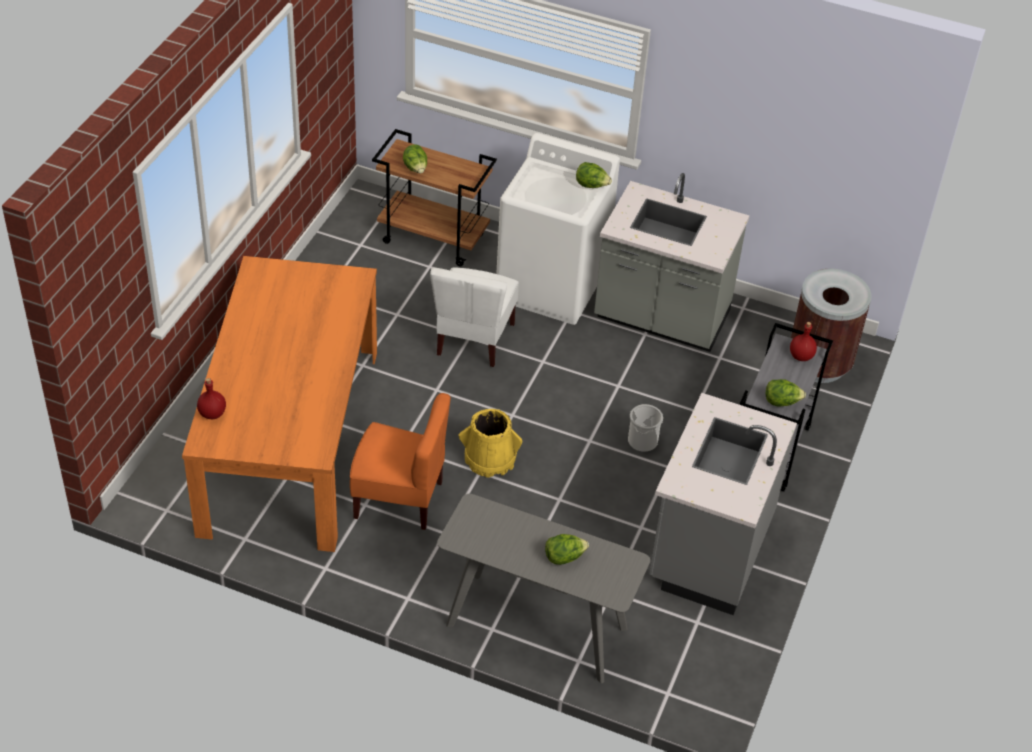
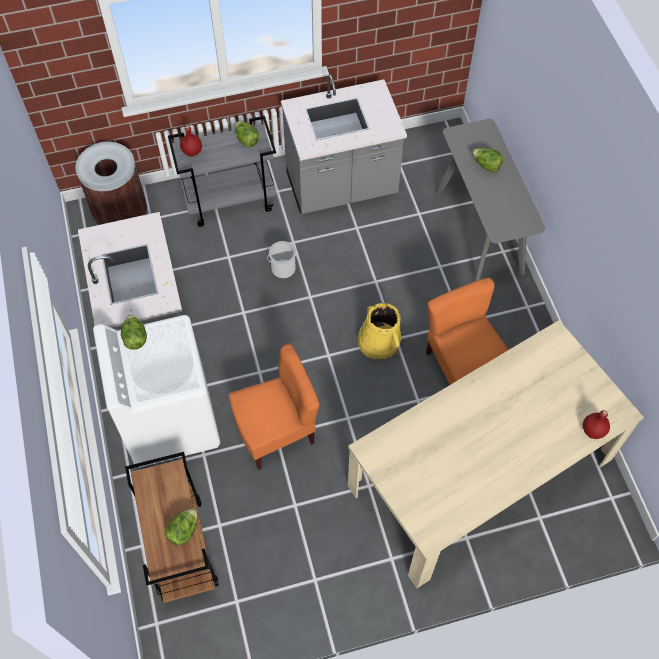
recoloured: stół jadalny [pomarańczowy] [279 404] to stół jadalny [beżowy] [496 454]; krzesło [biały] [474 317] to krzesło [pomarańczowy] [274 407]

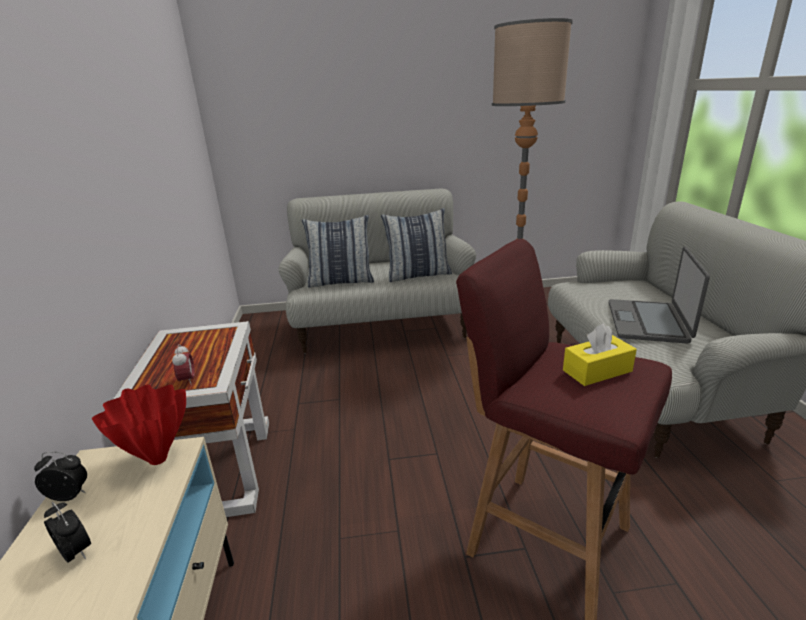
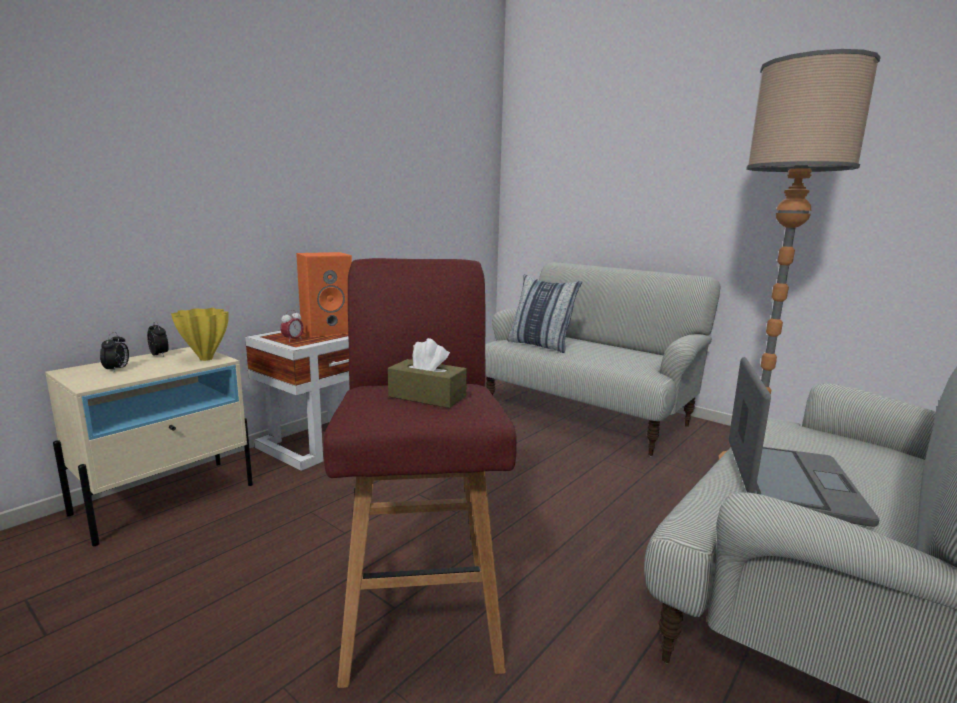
removed: poduszka [416 245]
added: głośnik [pomarańczowy] [324 295]
recoloured: wazon [czerwony] [139 425] to wazon [żółty] [200 334]; pudełko chusteczek [żółty] [600 354] to pudełko chusteczek [brązowy] [427 373]
turned: laptop [659 295] = [804 442] 135 degrees clockwise

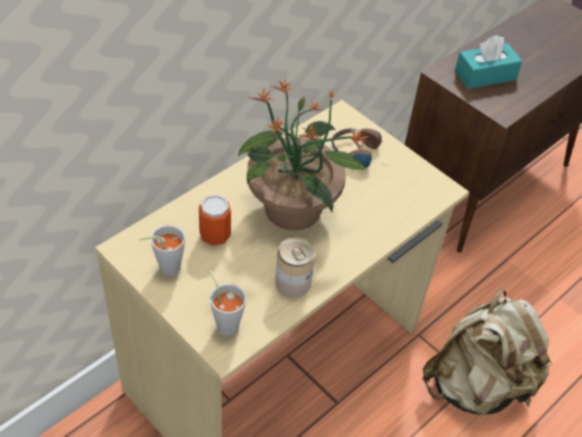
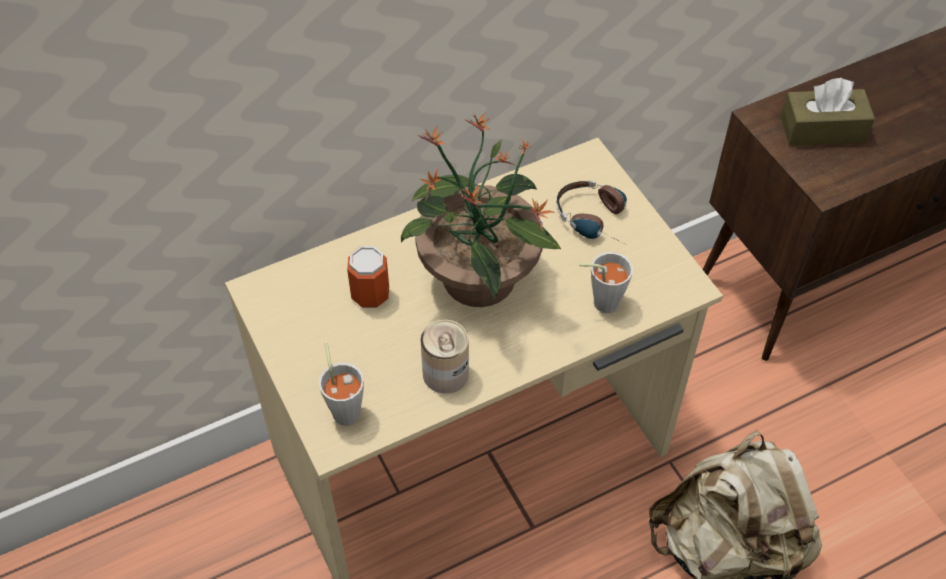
moved: filiżanka [szary] [162 250] to [606 282]
recoloured: pudełko chusteczek [turkusowy] [488 62] to pudełko chusteczek [brązowy] [827 112]

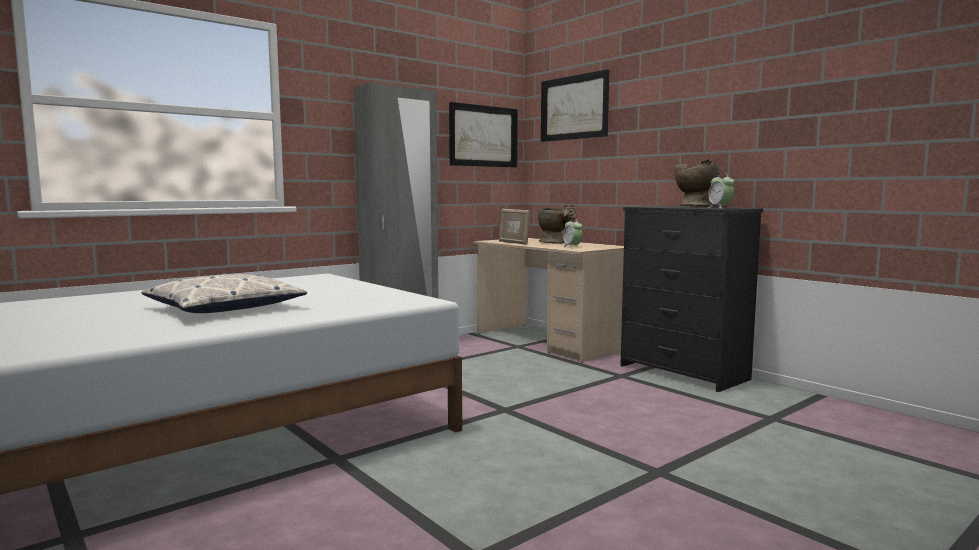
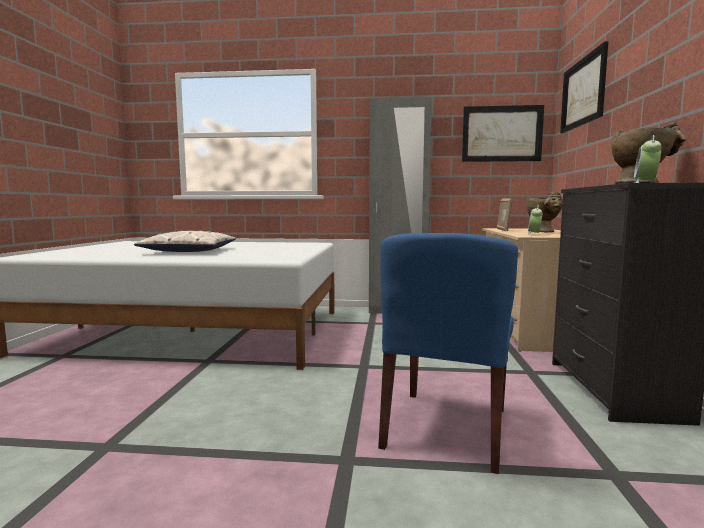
added: krzesło [niebieski] [448 353]

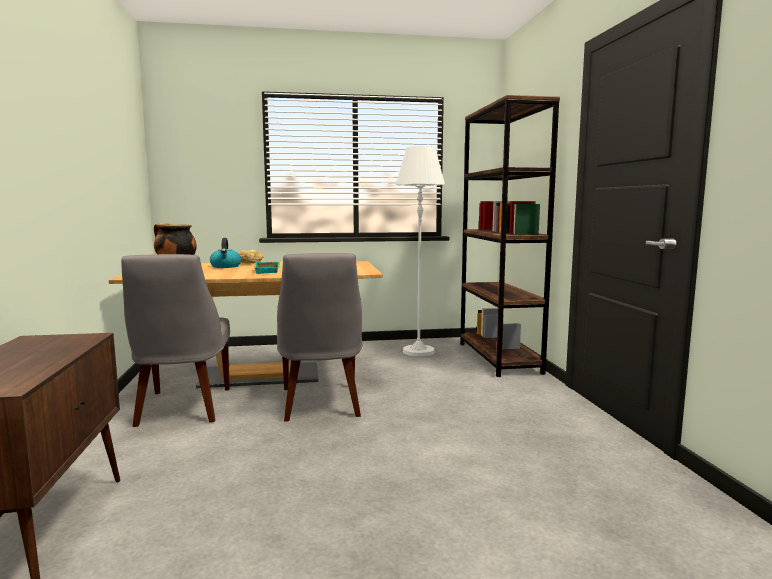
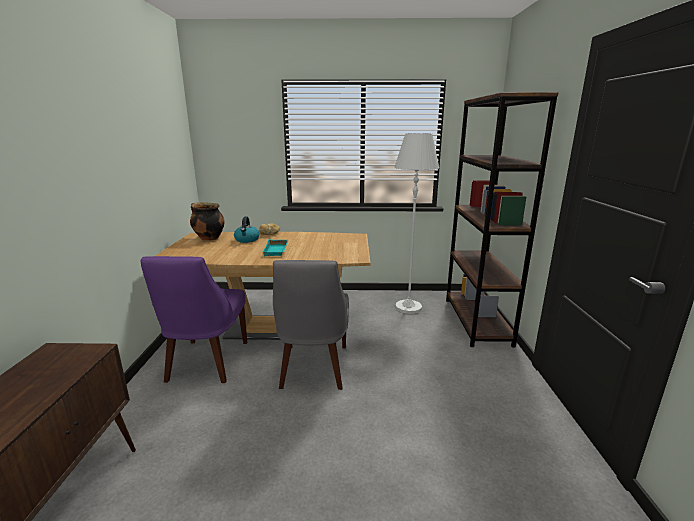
recoloured: krzesło [szary] [175 340] to krzesło [fioletowy] [193 319]

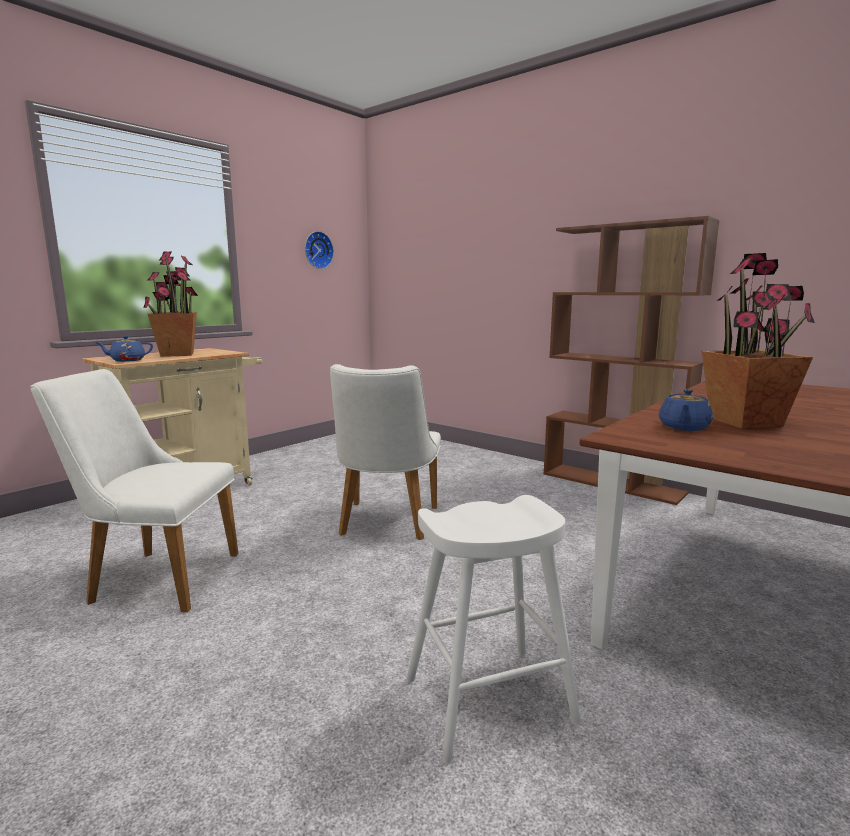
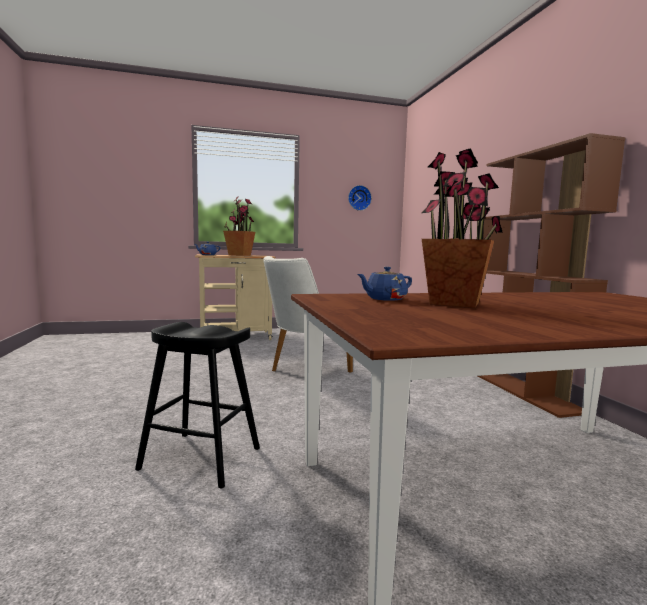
removed: krzesło [biały] [134 490]
recoloured: stołek [biały] [493 629] to stołek [czarny] [197 405]

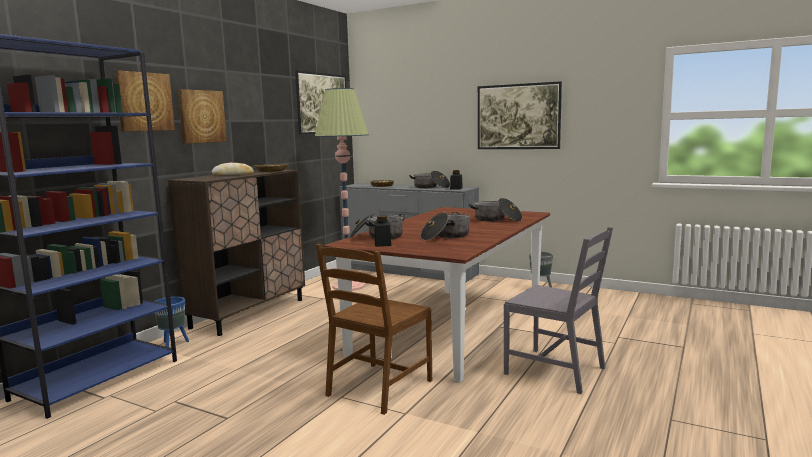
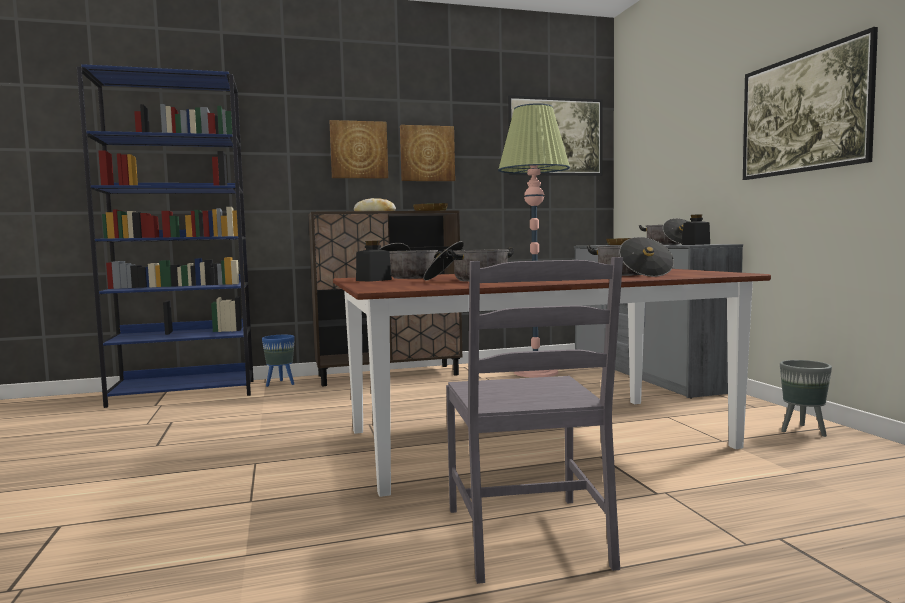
removed: krzesło [brązowy] [374 329]
moved: obraz [145 101] to [427 153]

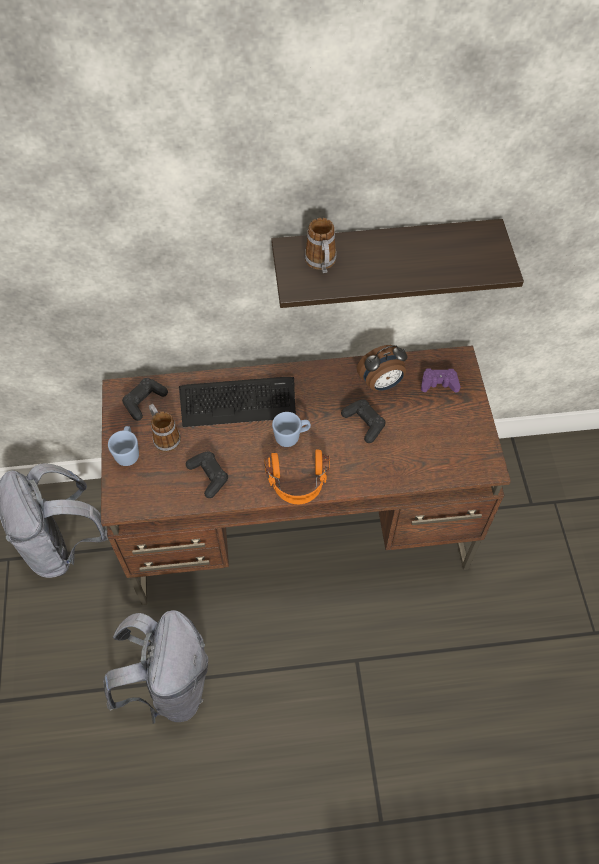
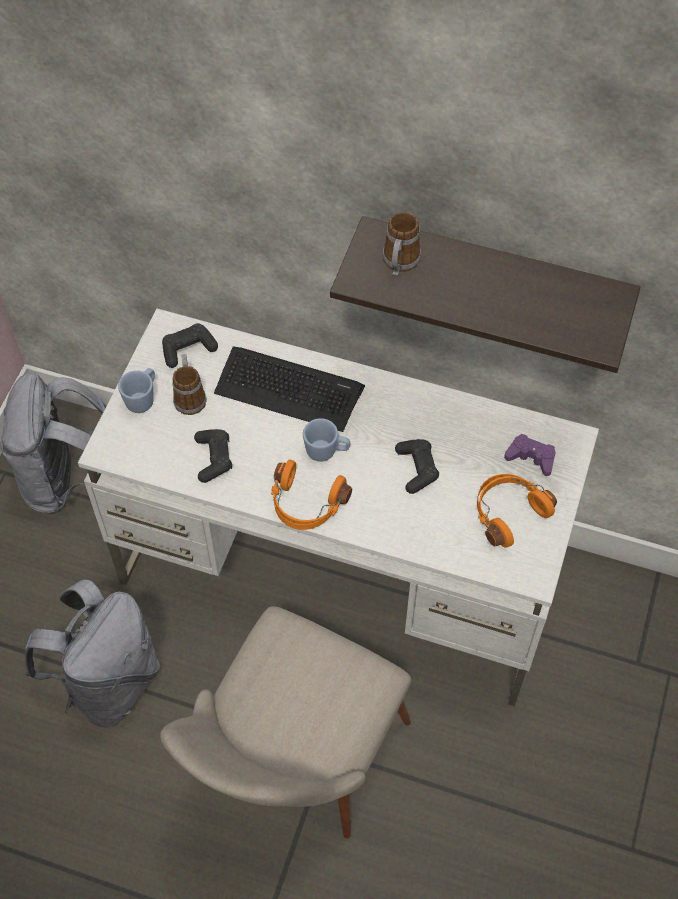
removed: budzik [382 368]
added: krzesło [beżowy] [286 722]; słuchawki [pomarańczowy] [517 511]
recoloured: biurko [brązowy] [306 475] to biurko [biały] [338 507]

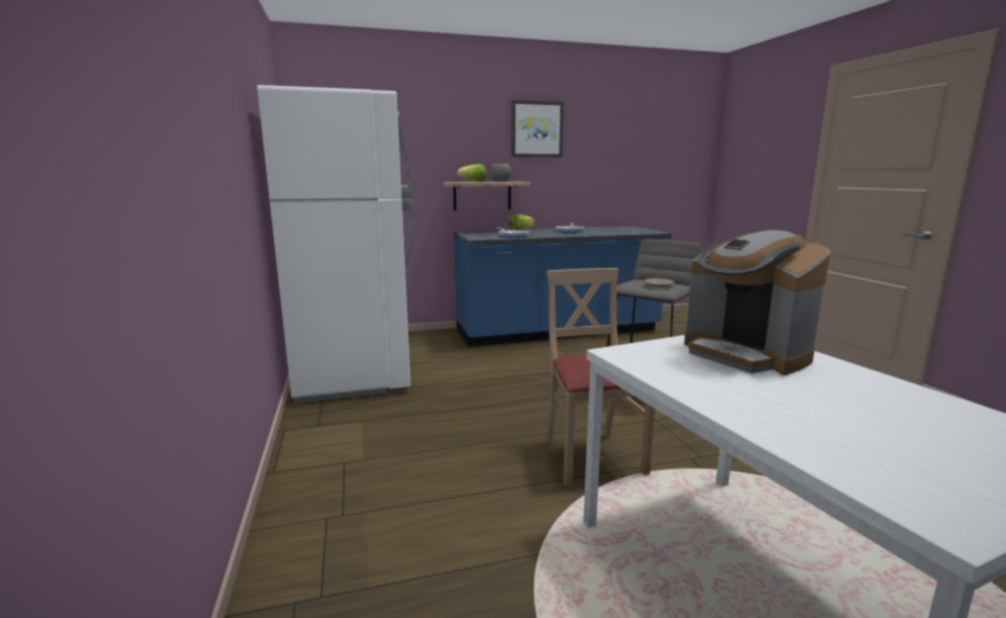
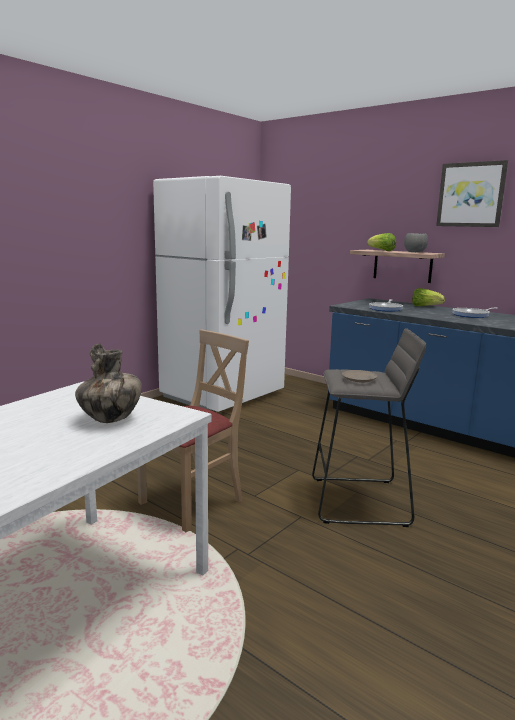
replaced: ekspres do kawy [757 302] to wazon [108 383]

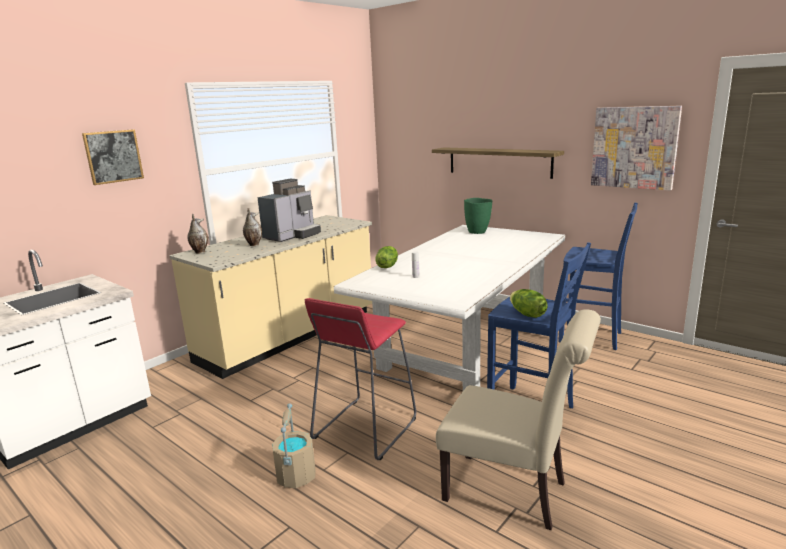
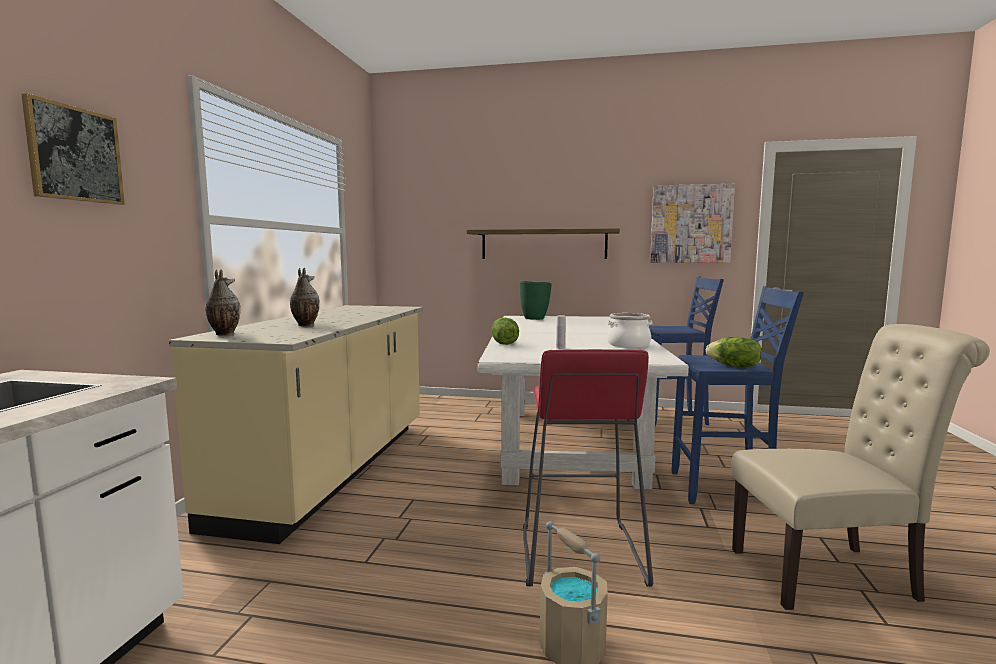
removed: ekspres do kawy [289 210]
added: garnek [629 330]

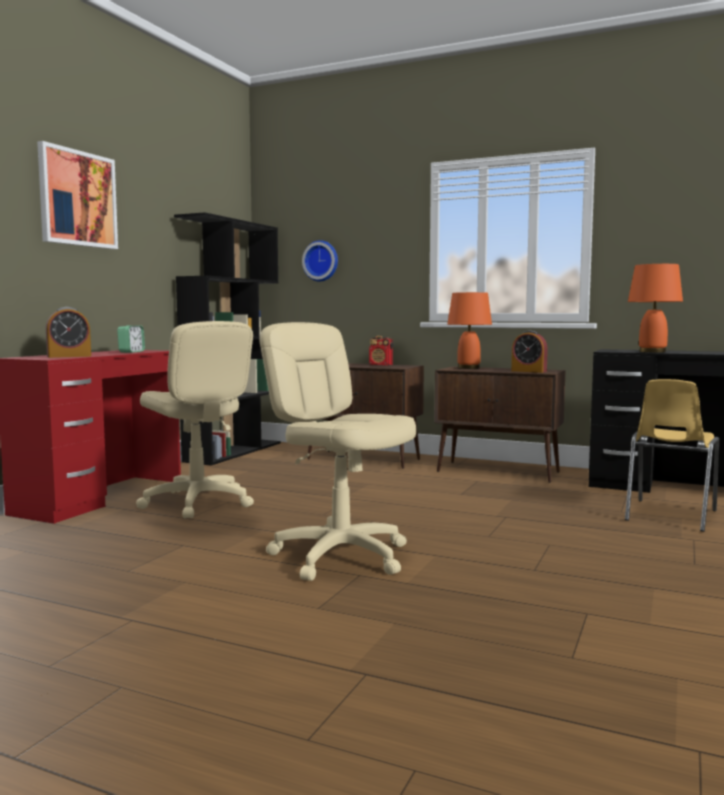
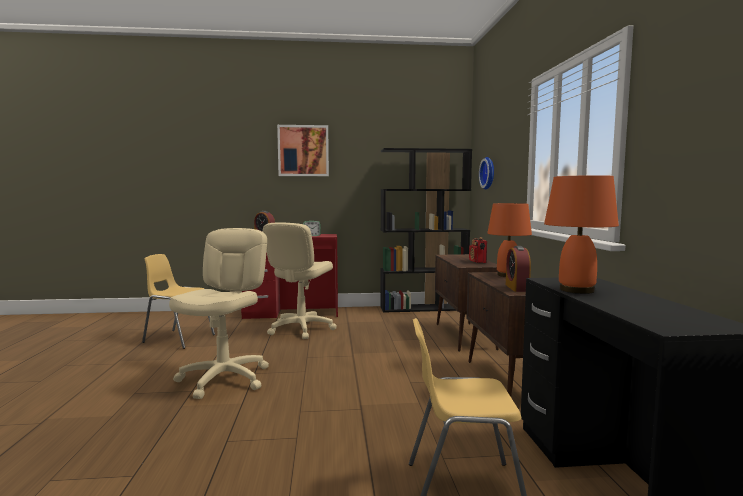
added: krzesło [żółty] [178 301]

